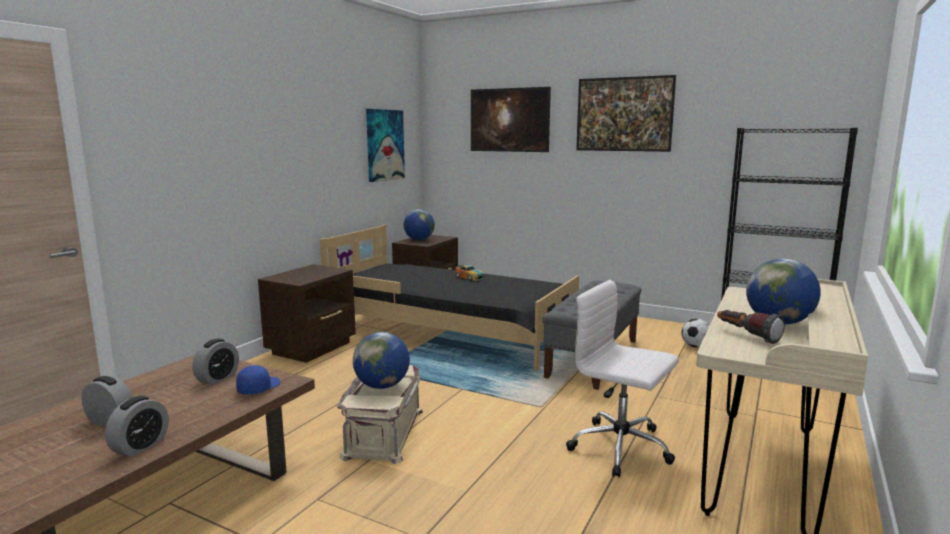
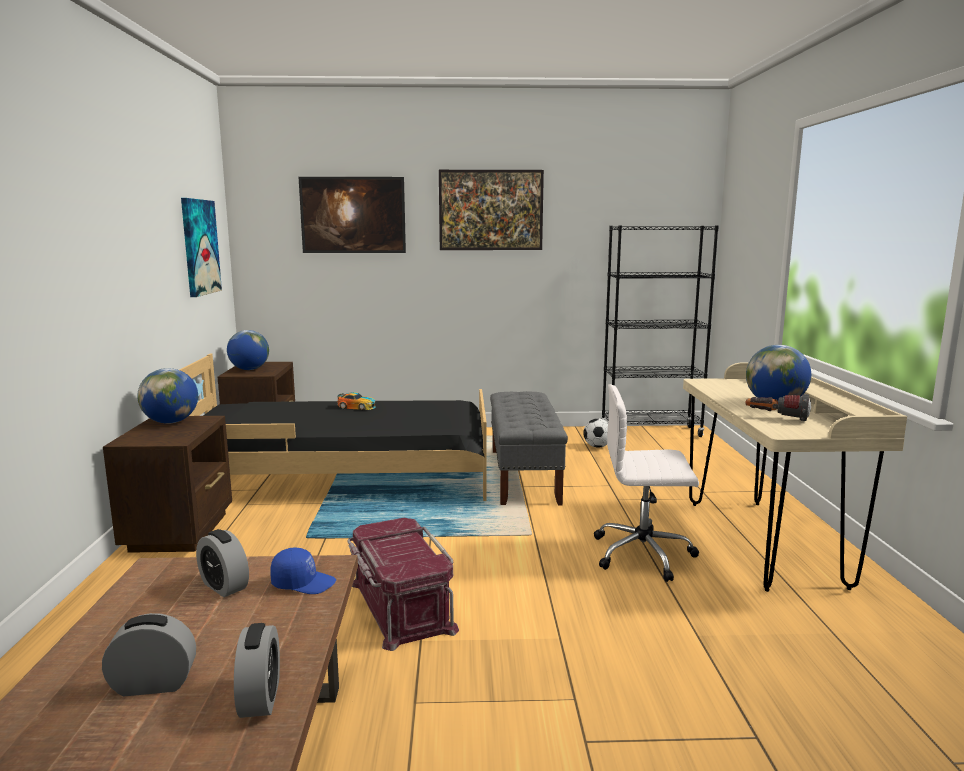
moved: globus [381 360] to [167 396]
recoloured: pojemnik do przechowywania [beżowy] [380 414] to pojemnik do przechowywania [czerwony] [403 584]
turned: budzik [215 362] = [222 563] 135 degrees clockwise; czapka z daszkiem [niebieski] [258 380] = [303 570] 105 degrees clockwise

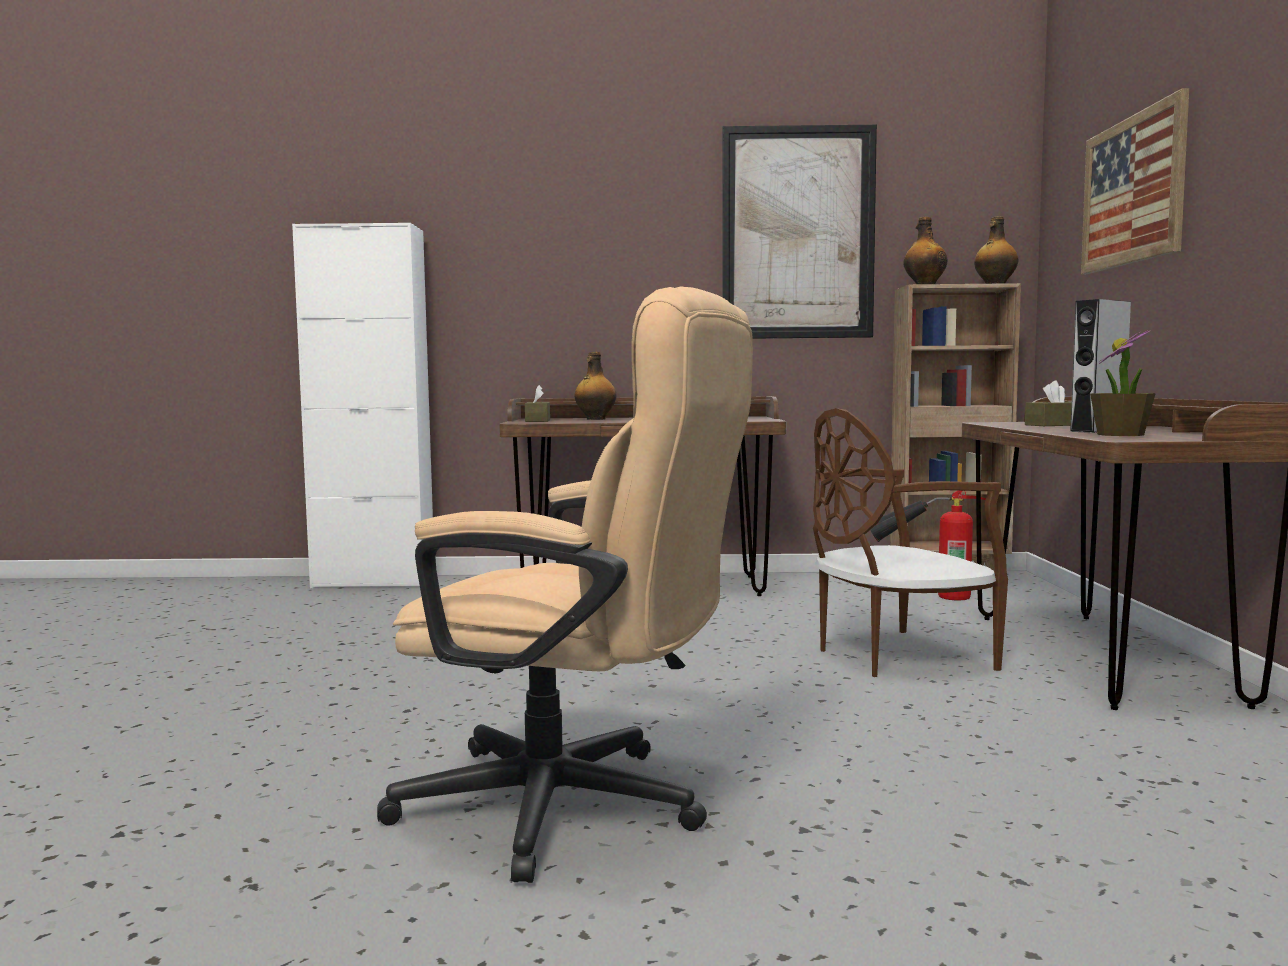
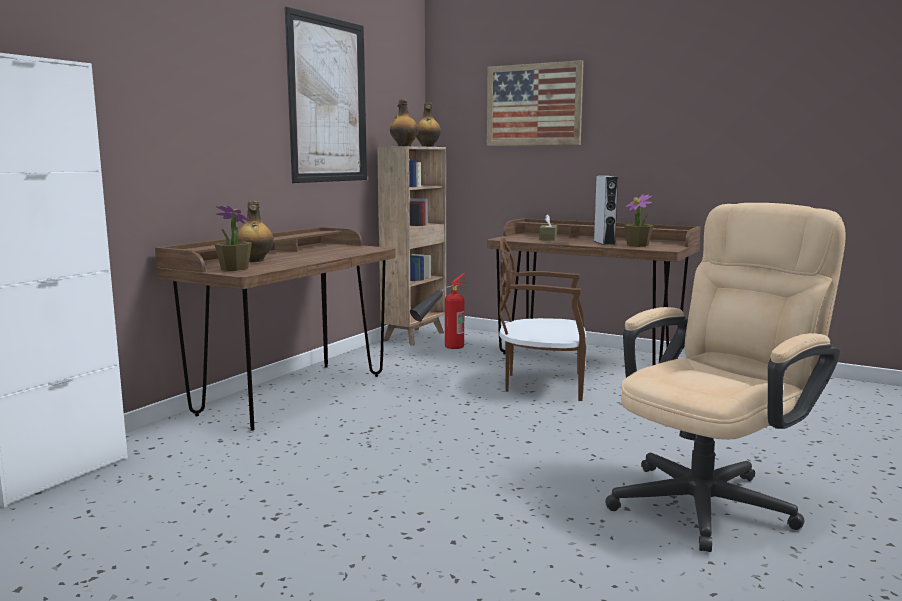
replaced: pudełko chusteczek [brązowy] [537 403] to roślina doniczkowa [233 238]
turned: krzesło [brązowy] [910 542] = [542 319] 90 degrees clockwise

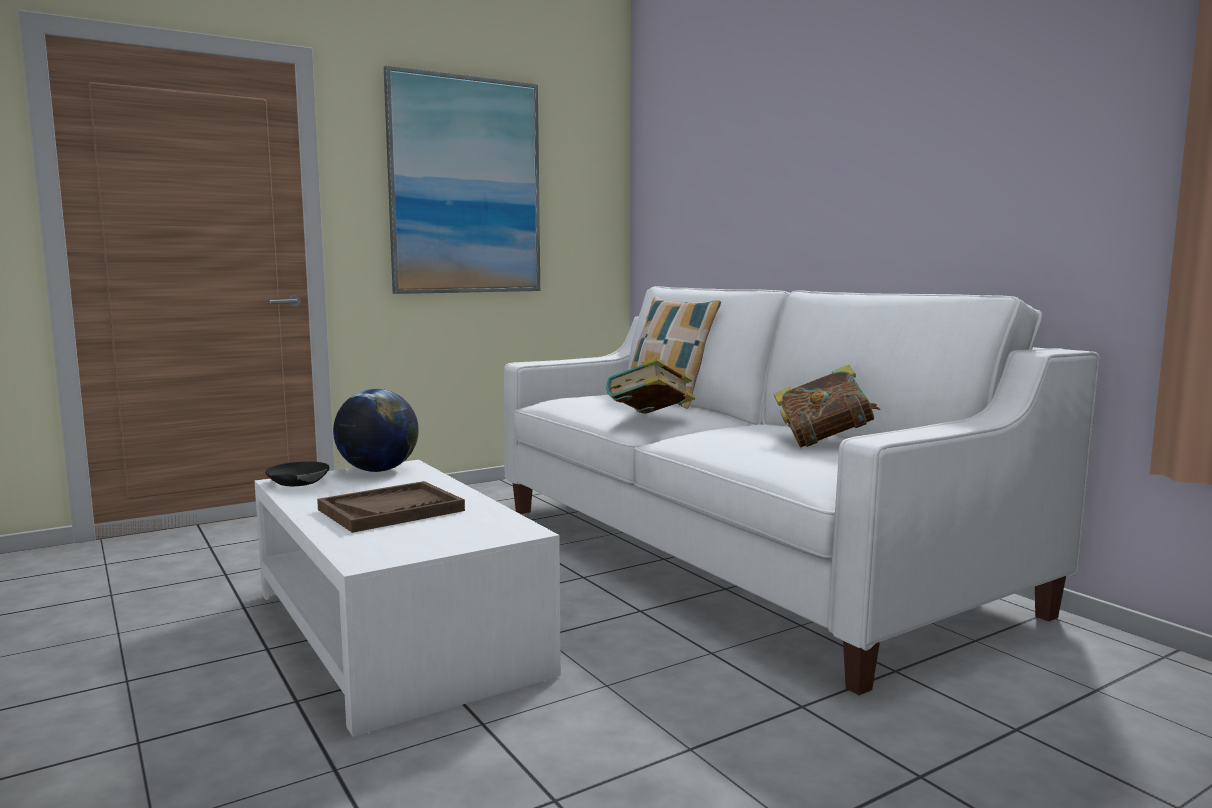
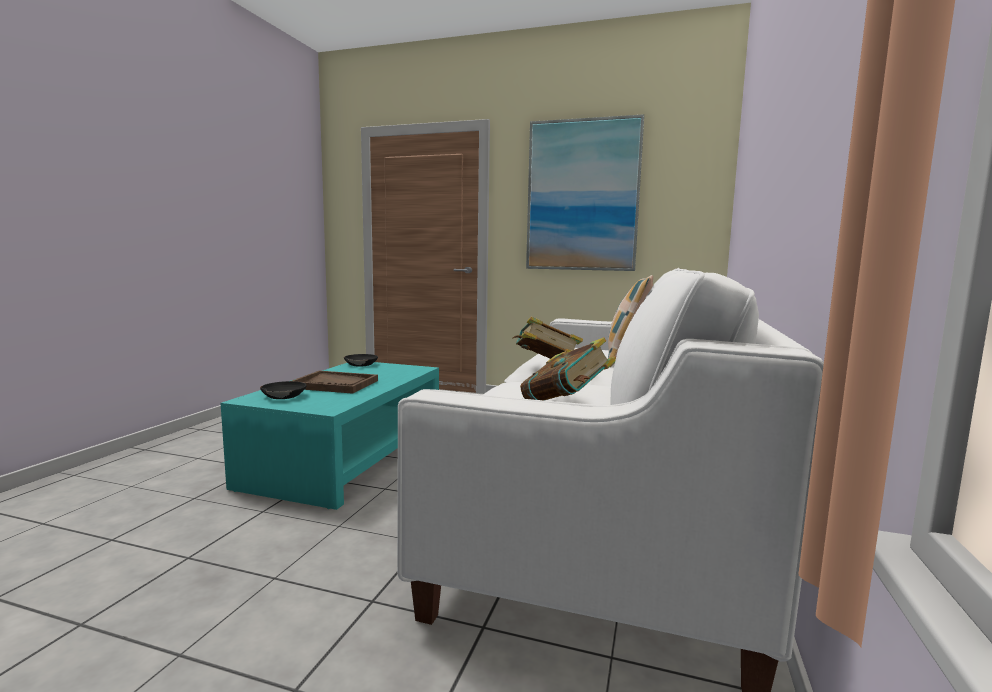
removed: globus [376 430]
added: miska [czarny] [283 390]
recoloured: ława [biały] [408 598] to ława [turkusowy] [330 436]

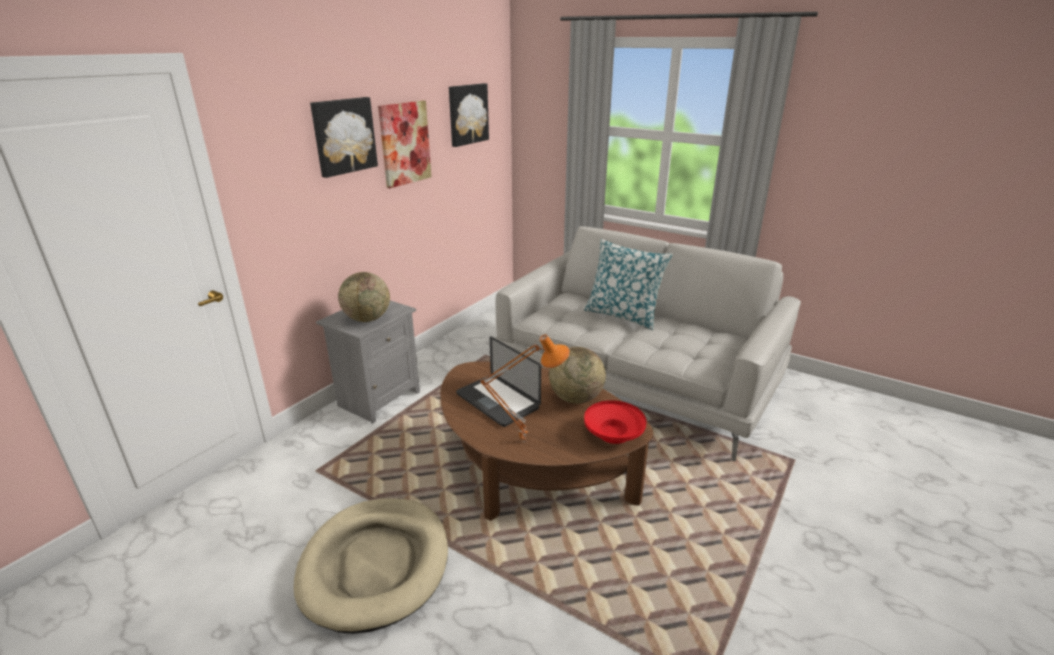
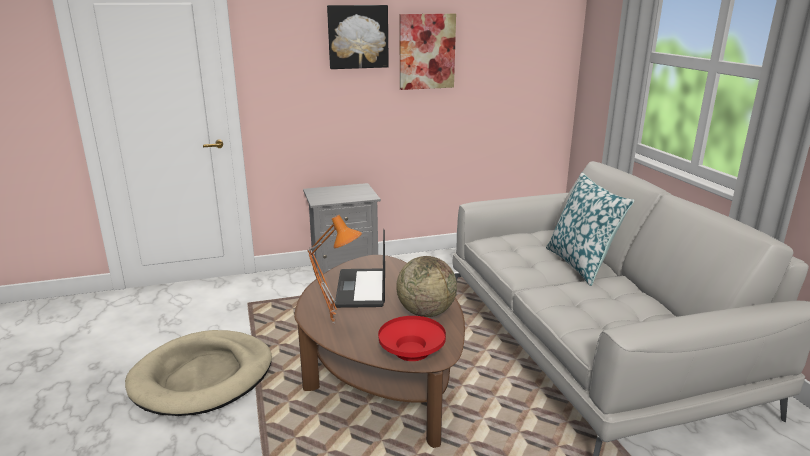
removed: globus [364 297]; obraz [469 115]

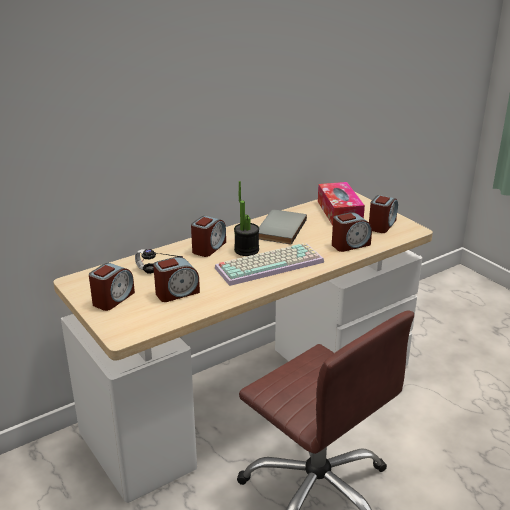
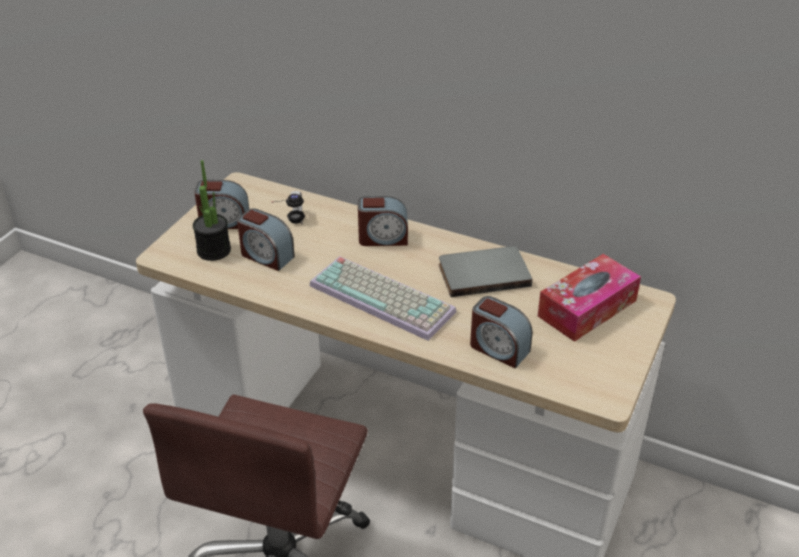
removed: budzik [383 214]
moved: roślina doniczkowa [246 218] to [212 210]

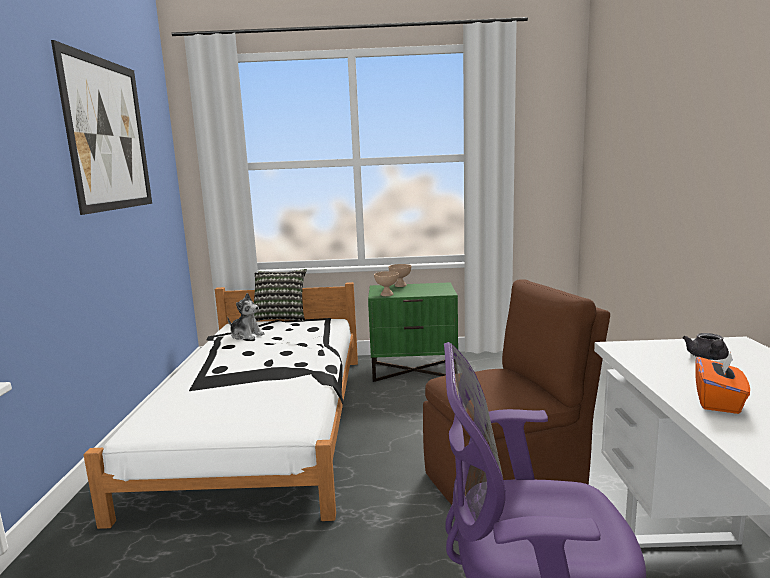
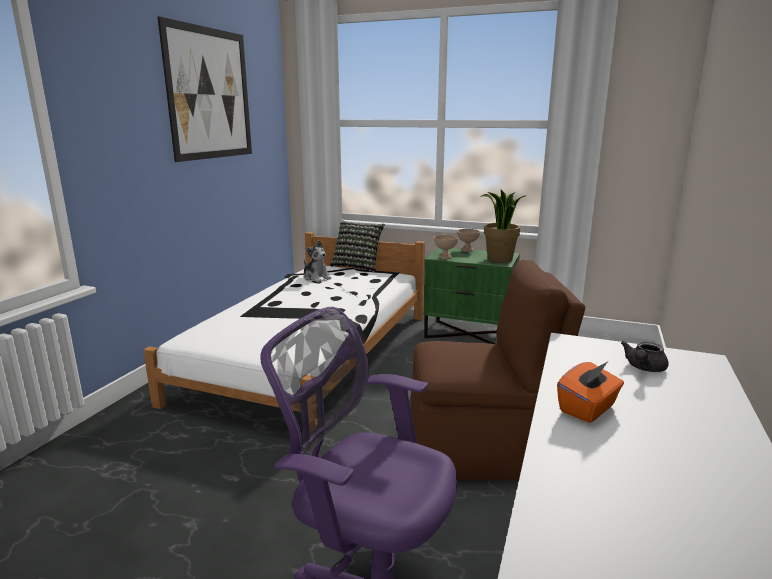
added: roślina doniczkowa [504 226]

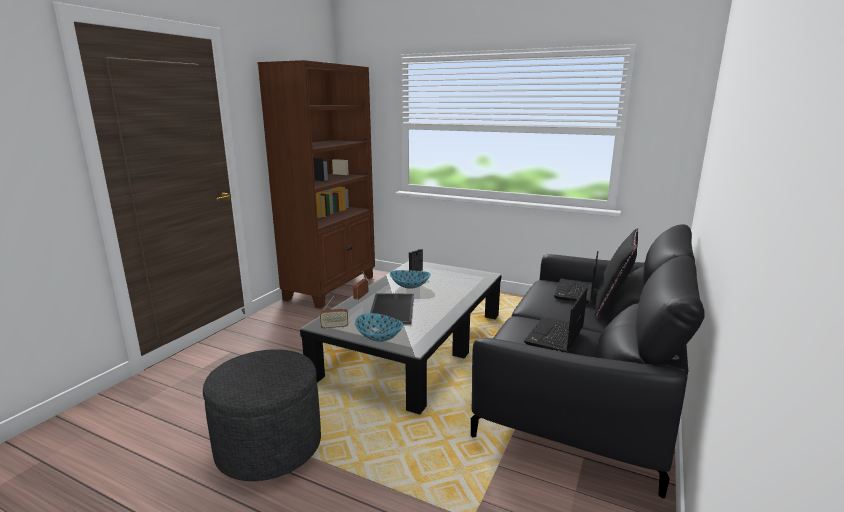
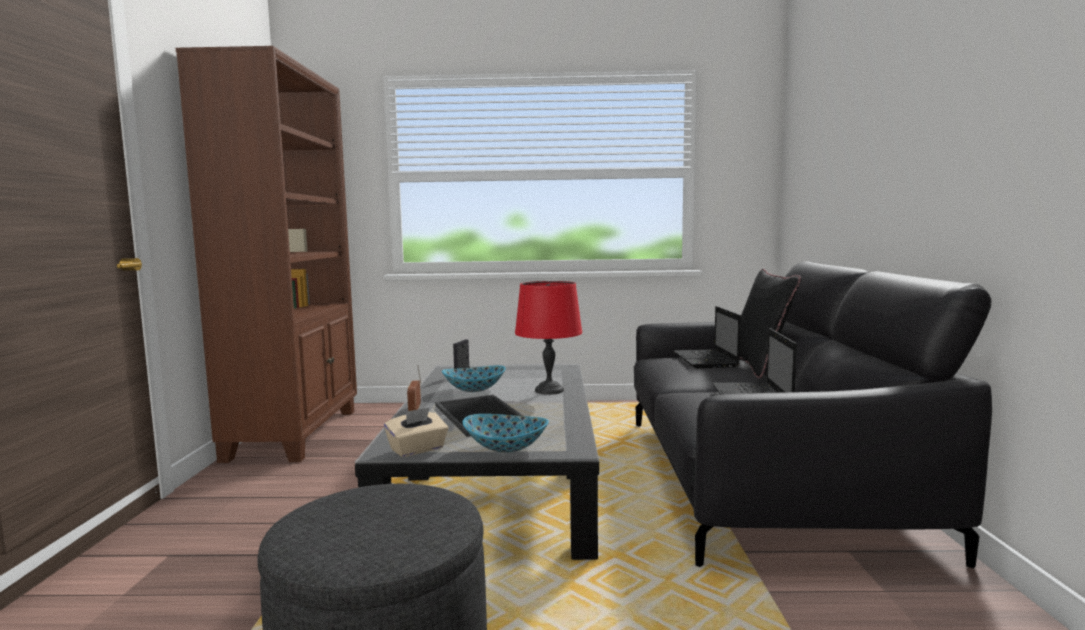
added: lampa stołowa [czerwony] [548 338]
replaced: radio [334 313] to pudełko chusteczek [beżowy] [416 432]

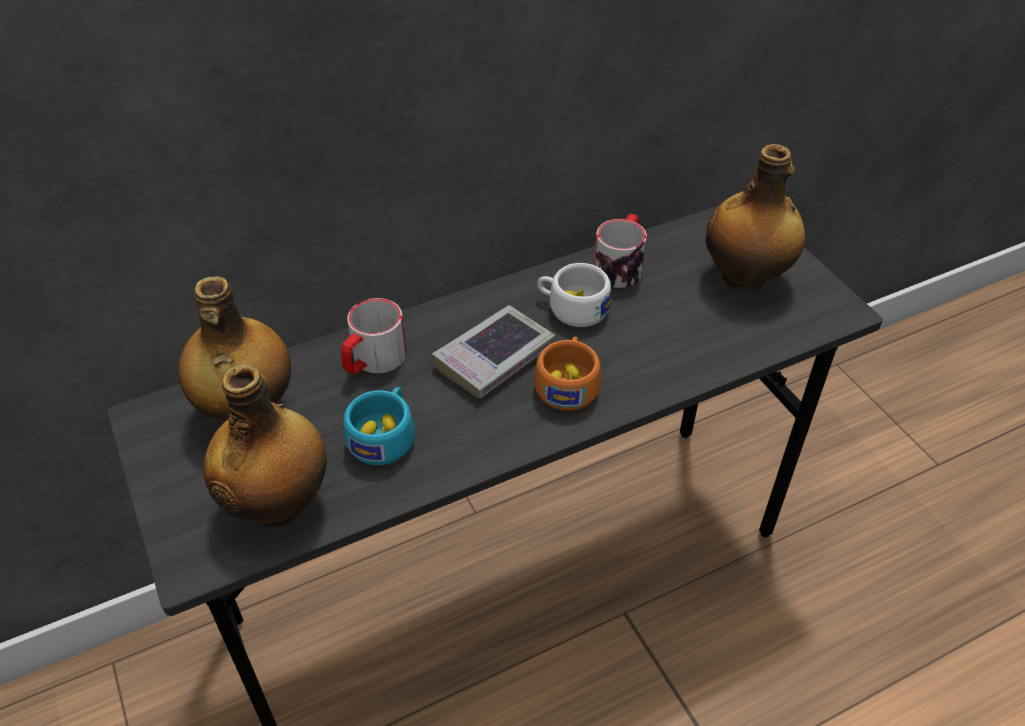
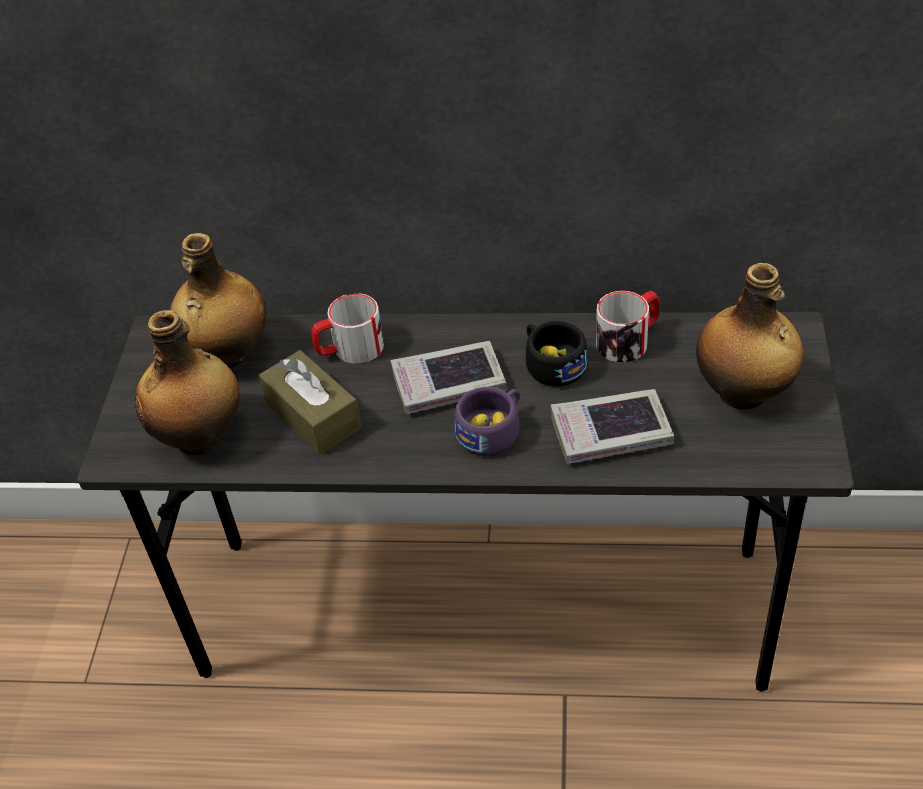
added: książka [612 426]
replaced: filiżanka [turkusowy] [379 426] to pudełko chusteczek [brązowy] [310 402]
recoloured: filiżanka [pomarańczowy] [567 373] to filiżanka [fioletowy] [486 421]; filiżanka [biały] [574 295] to filiżanka [czarny] [557 353]

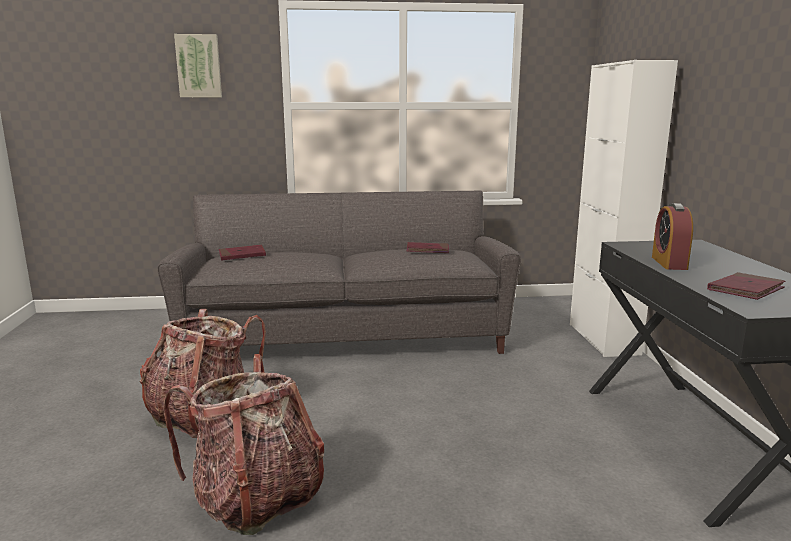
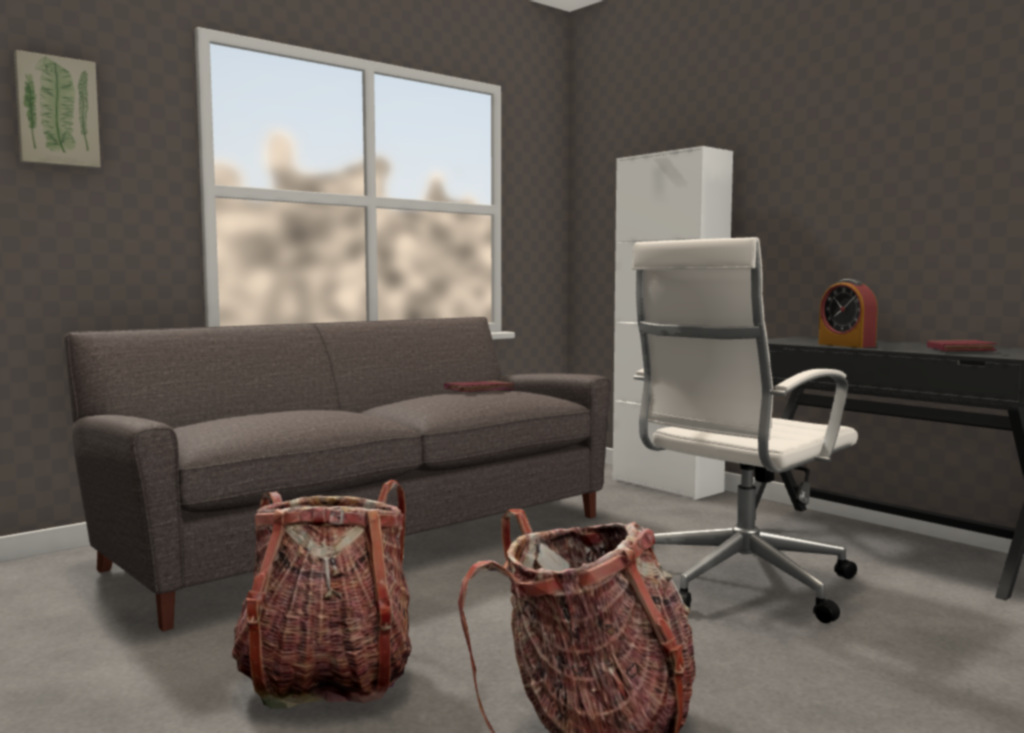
removed: książka [czerwony] [242 253]
added: krzesło biurowe [biały] [745 430]

